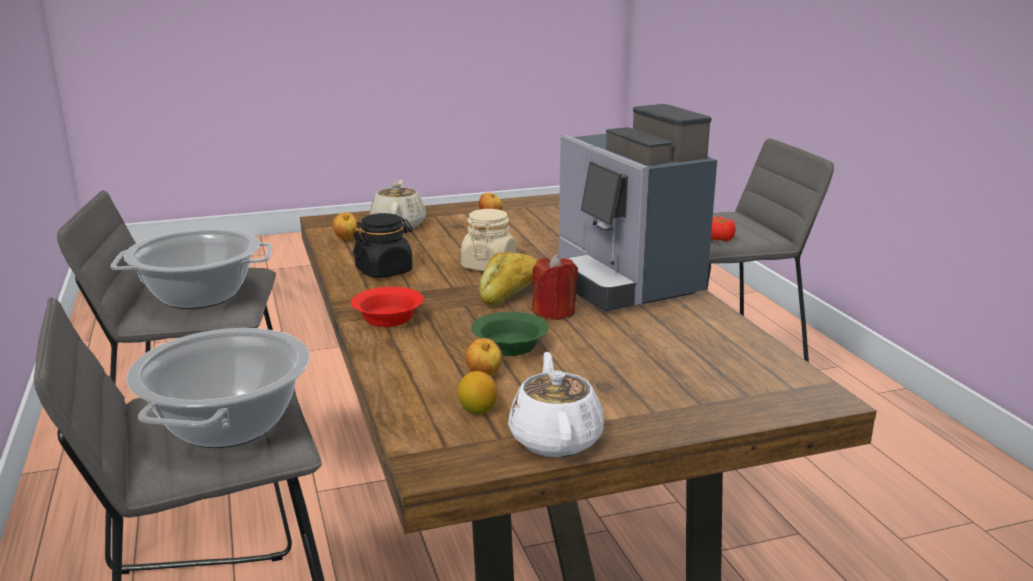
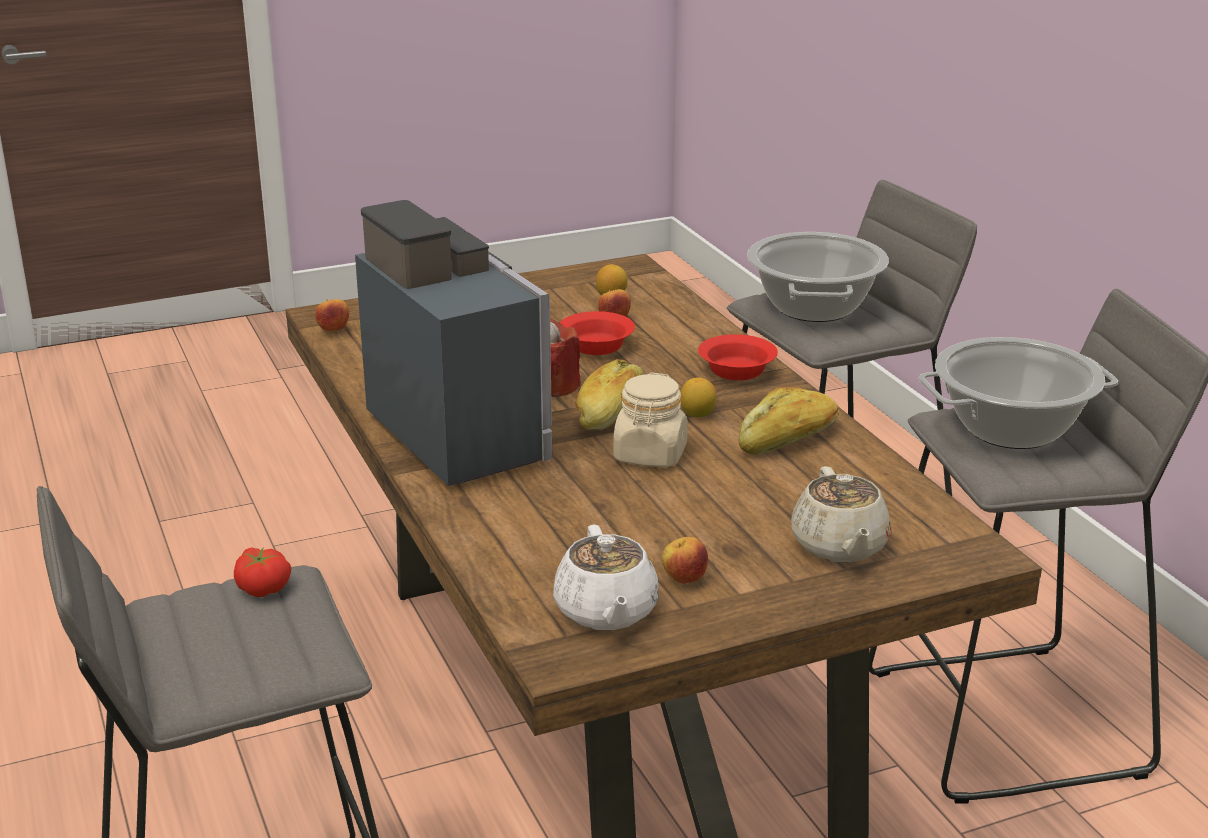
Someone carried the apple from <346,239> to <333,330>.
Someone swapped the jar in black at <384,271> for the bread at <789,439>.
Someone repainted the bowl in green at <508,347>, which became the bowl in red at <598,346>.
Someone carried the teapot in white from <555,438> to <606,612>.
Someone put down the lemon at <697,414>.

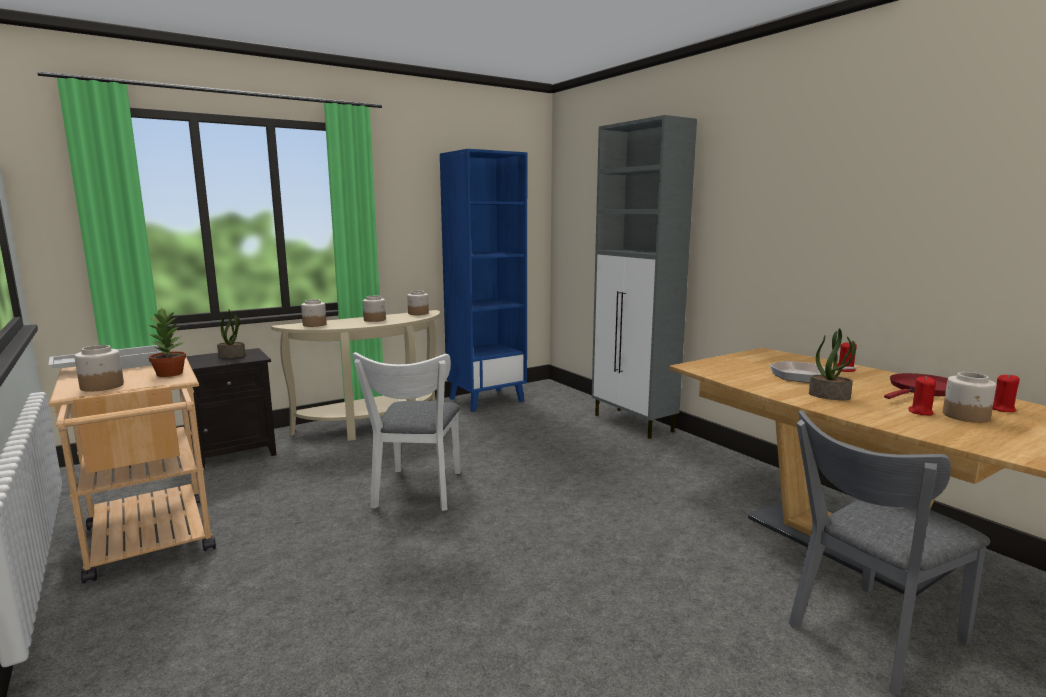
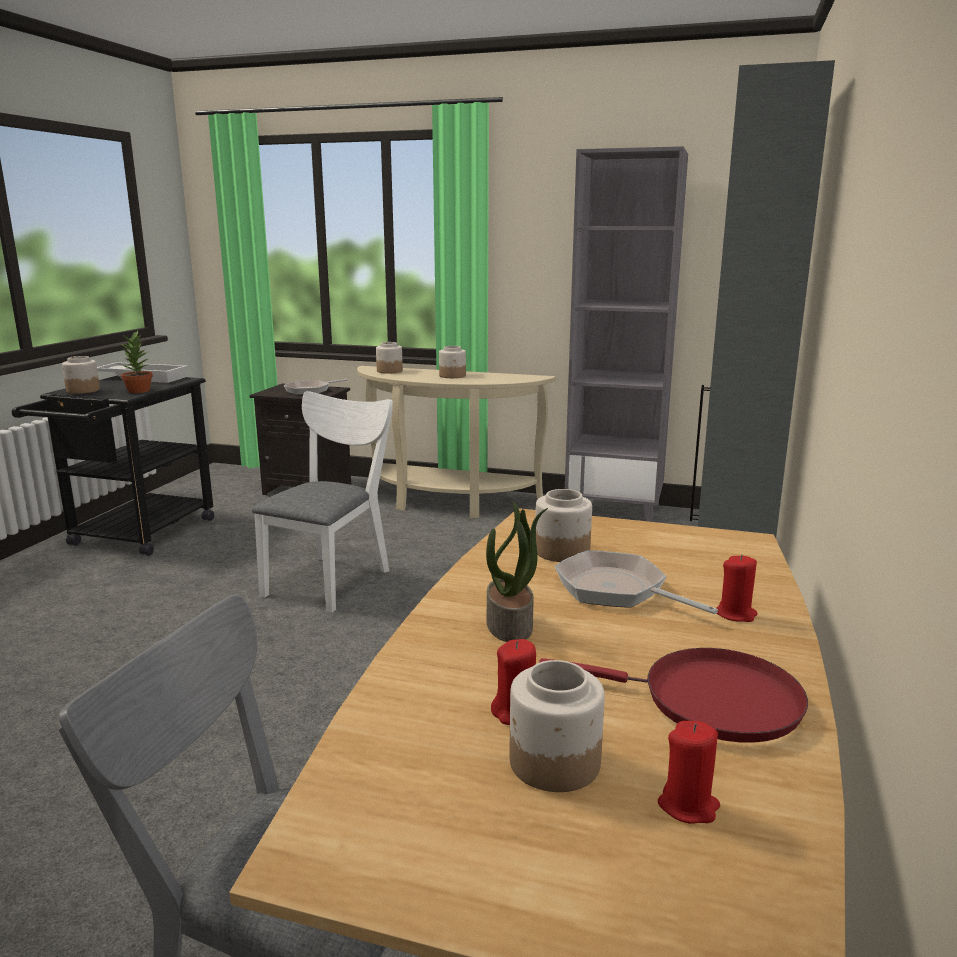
Someone repainted the cart in beige at <151,544>, which became the cart in black at <136,536>.
Someone swapped the potted plant at <232,356> for the frying pan at <310,390>.
Someone rotated the chair in white at <417,492> by 150 degrees clockwise.
Someone carried the jar from <418,313> to <561,551>.
Someone repainted the bookcase in blue at <486,399>, which became the bookcase in grey at <615,514>.

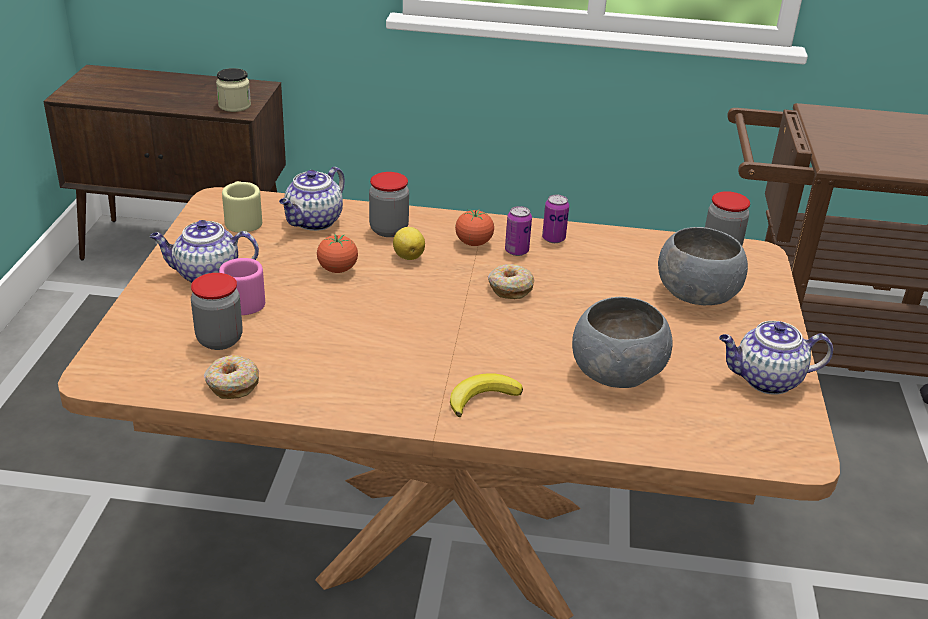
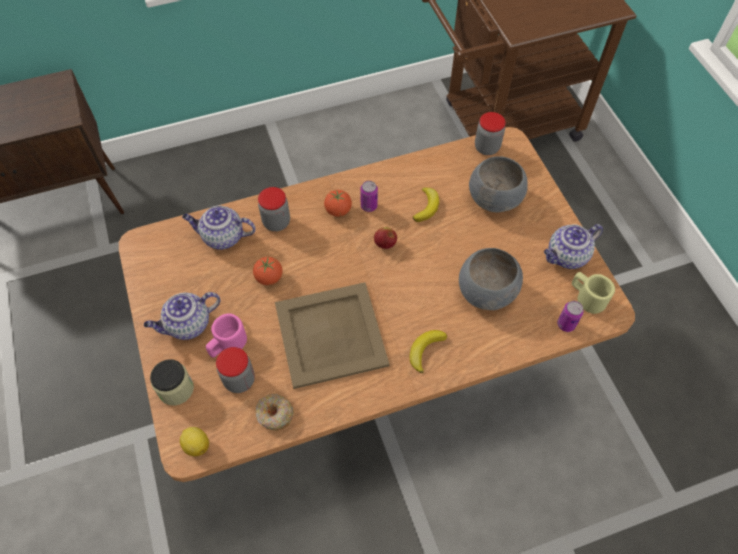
Someone carried the jar from <234,106> to <176,389>.
Someone carried the mug in beige from <242,220> to <587,297>.
Someone rotated the teapot at <314,222> by 90 degrees clockwise.
Someone carried the lemon from <408,256> to <196,445>.
Someone swapped the donut at <510,288> for the apple at <385,244>.
Someone carried the can from <553,238> to <566,324>.
Someone put down the tray in beige at <330,335>.
Someone put down the banana at <426,206>.

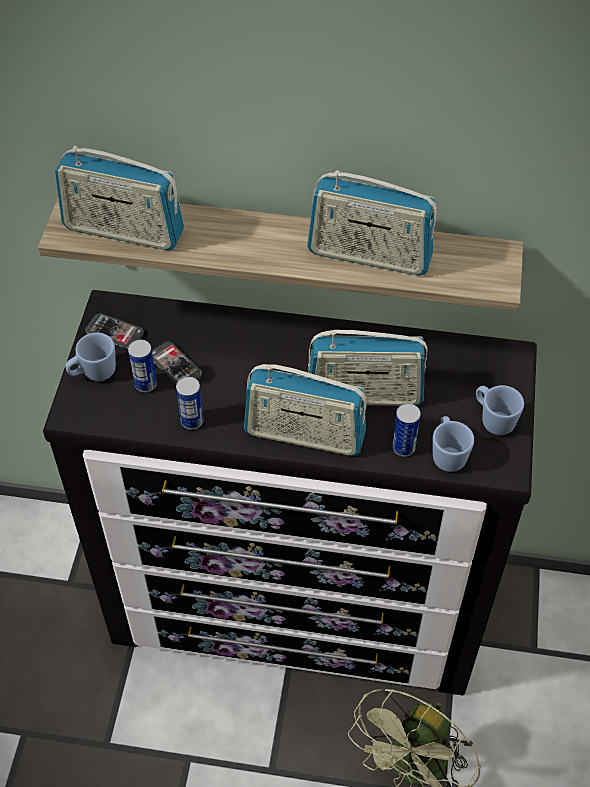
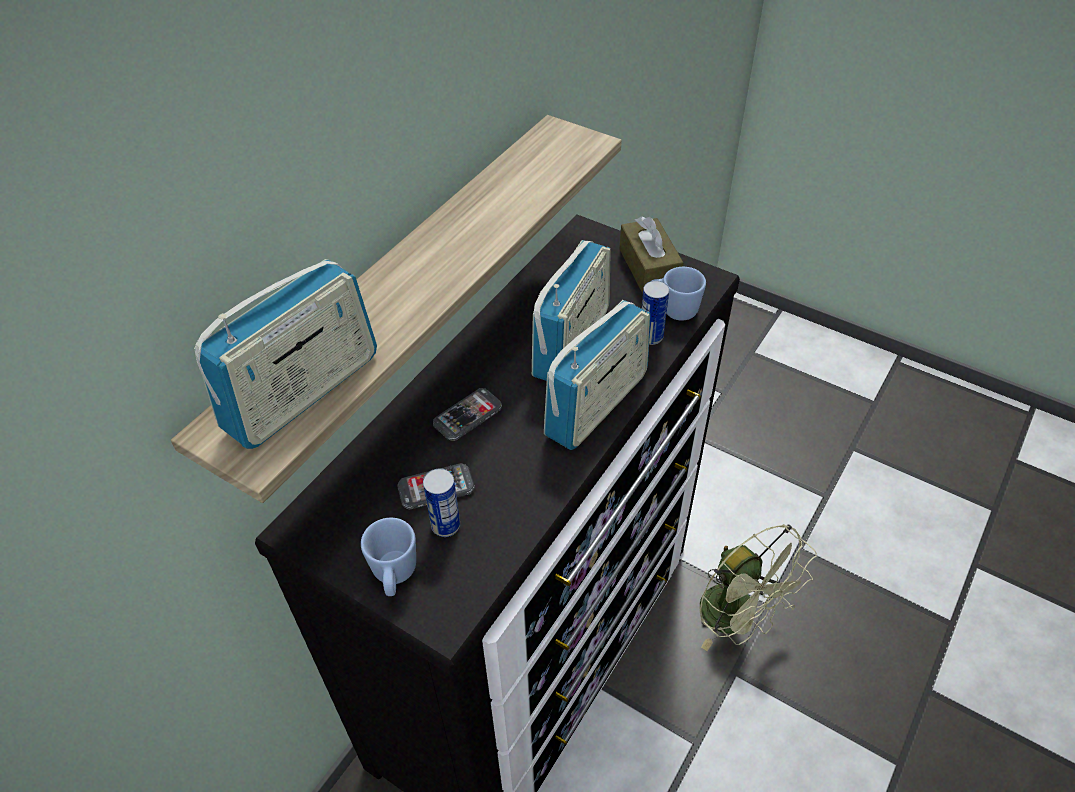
Someone carried the phone from <114,332> to <468,416>.
Someone took away the can at <192,421>.
Someone took away the radio at <369,255>.
Someone swapped the mug in blue at <493,419> for the tissue box in brown at <649,268>.

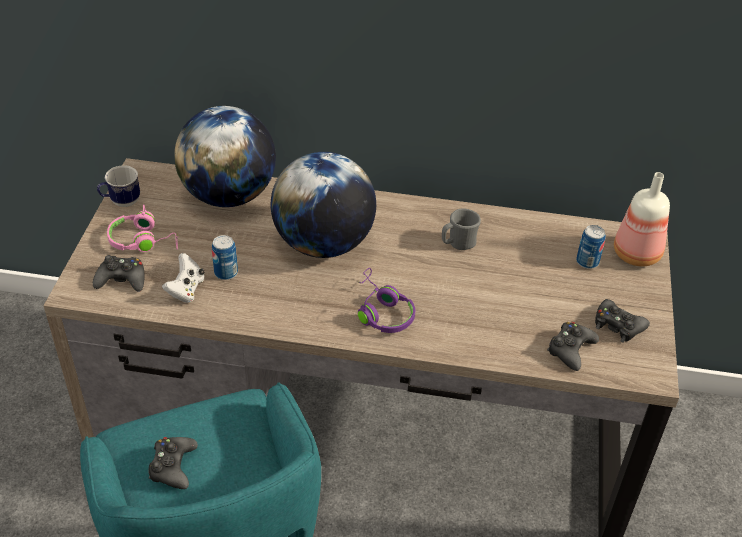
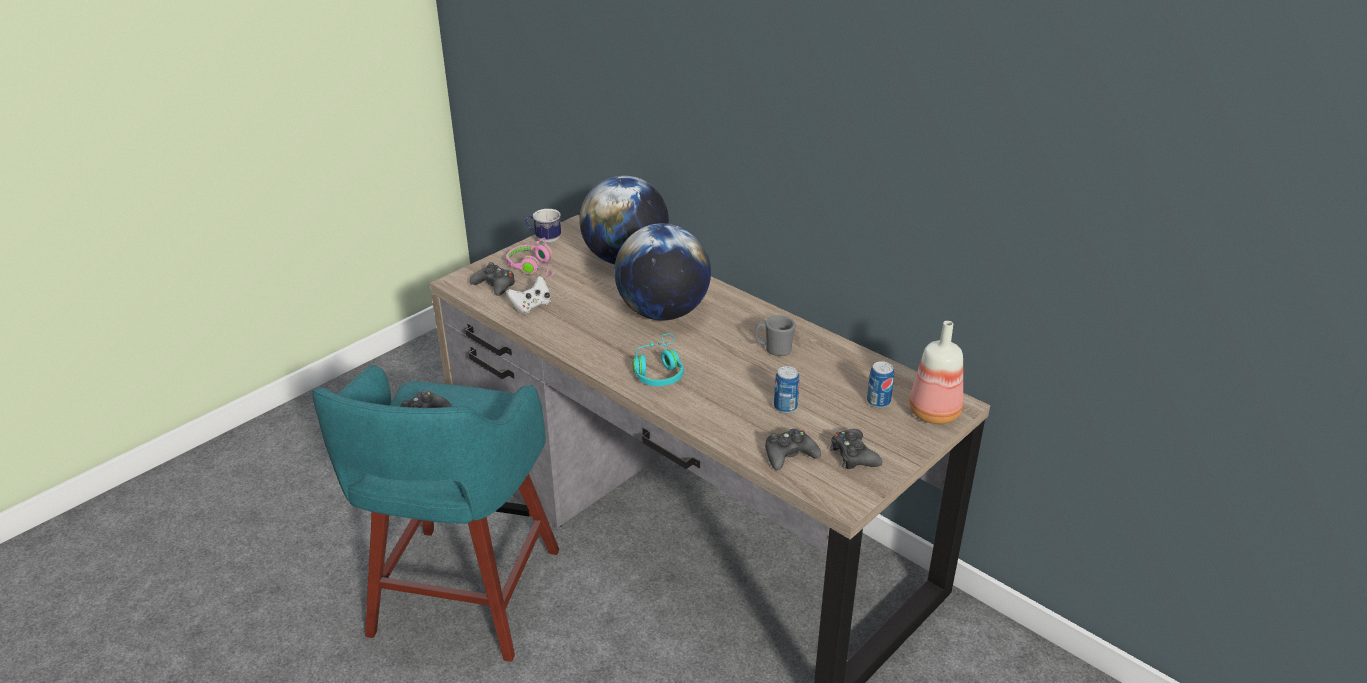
Someone carried the can from <226,273> to <785,407>.
Someone repainted the headphones in purple at <381,311>, which became the headphones in turquoise at <659,371>.

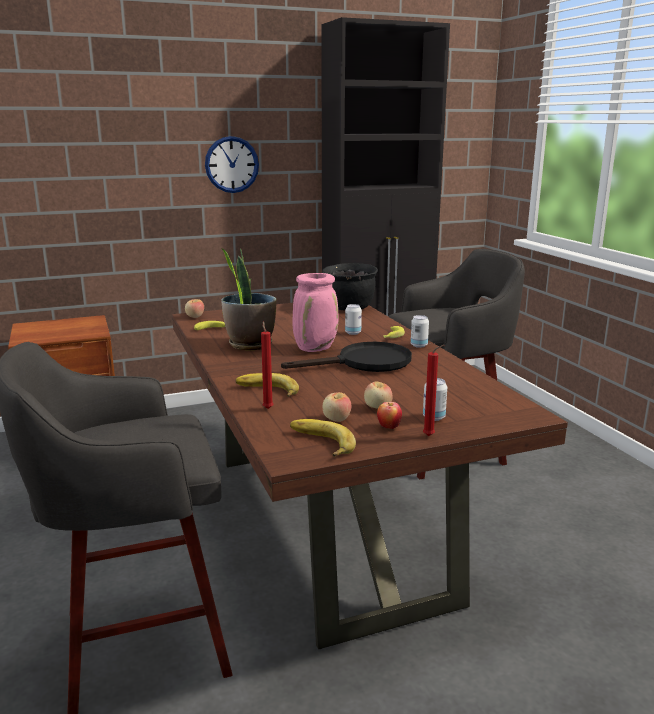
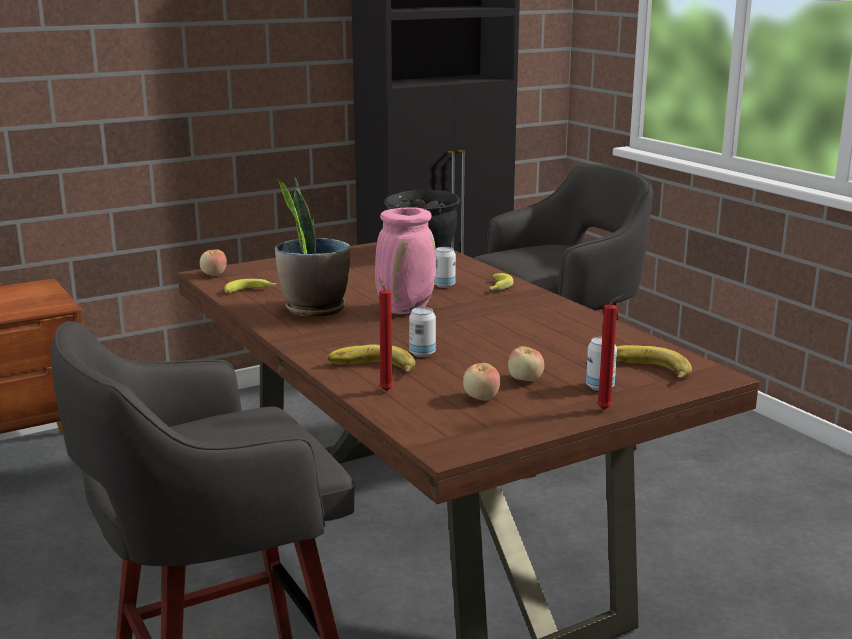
Someone took away the wall clock at <231,164>.
Someone took away the frying pan in black at <365,363>.
Someone carried the banana from <319,443> to <646,370>.
Someone took away the apple at <388,427>.
Someone carried the can from <419,345> to <422,353>.

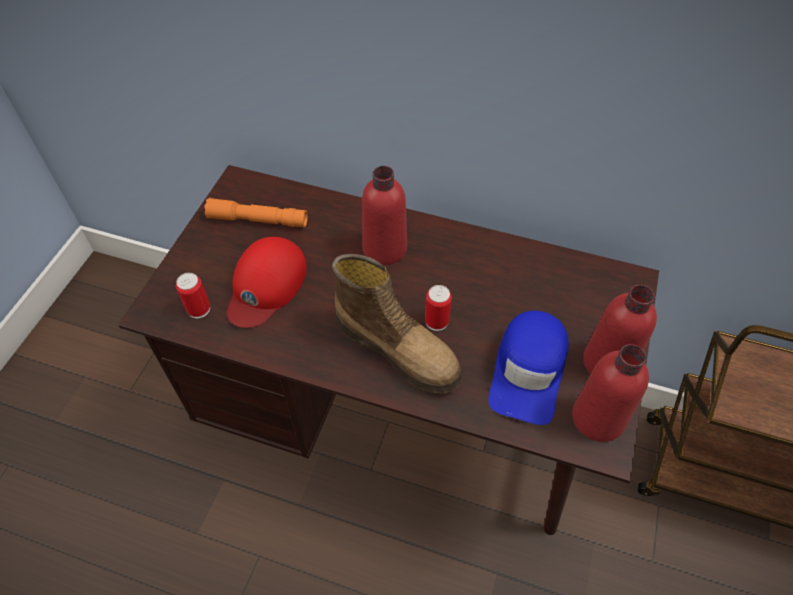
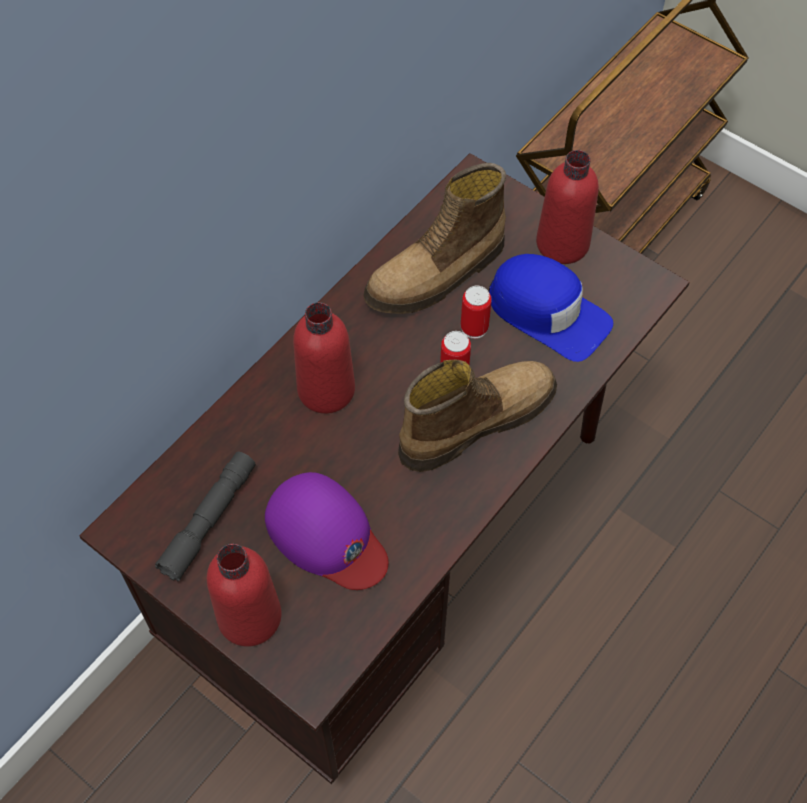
Someone carried the can from <198,309> to <474,327>.
Someone repainted the flashlight in orange at <258,220>, which became the flashlight in grey at <209,520>.
Someone repainted the cap in red at <266,285>, which became the cap in purple at <326,535>.
Someone carried the bottle in red from <598,418> to <249,617>.
Someone put down the boot at <437,275>.

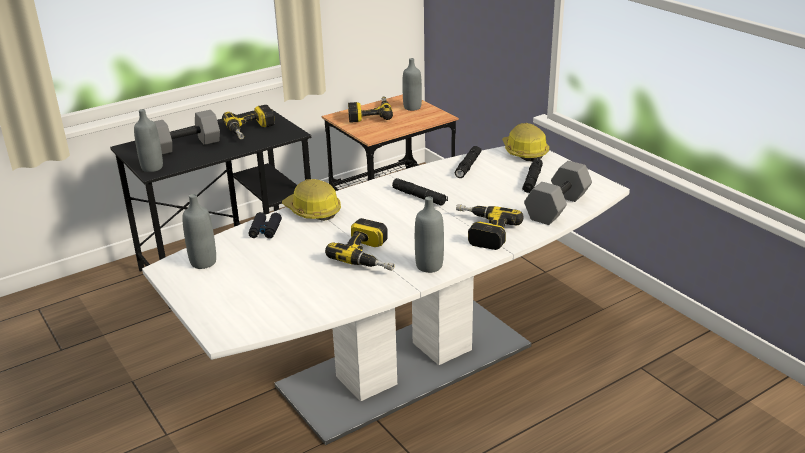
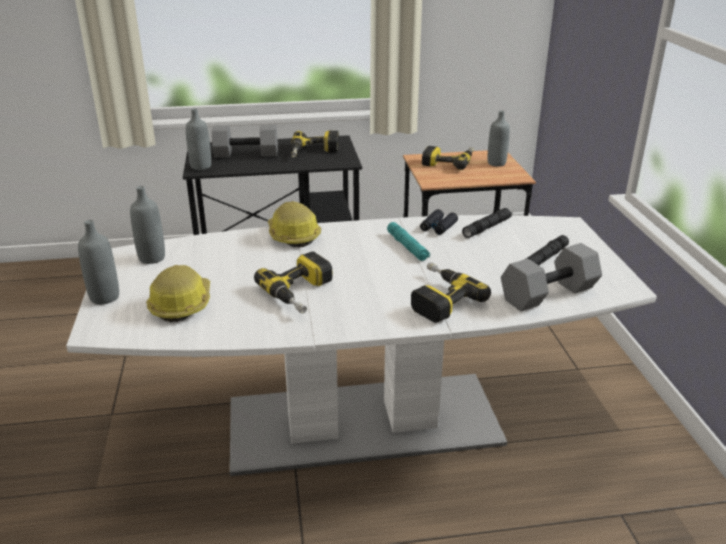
Someone carried the binoculars in black from <265,230> to <438,227>.
Someone repainted the flashlight in black at <419,197>, which became the flashlight in turquoise at <407,247>.
Someone carried the bottle in grey from <429,266> to <104,297>.
Someone carried the hard hat from <524,152> to <181,304>.

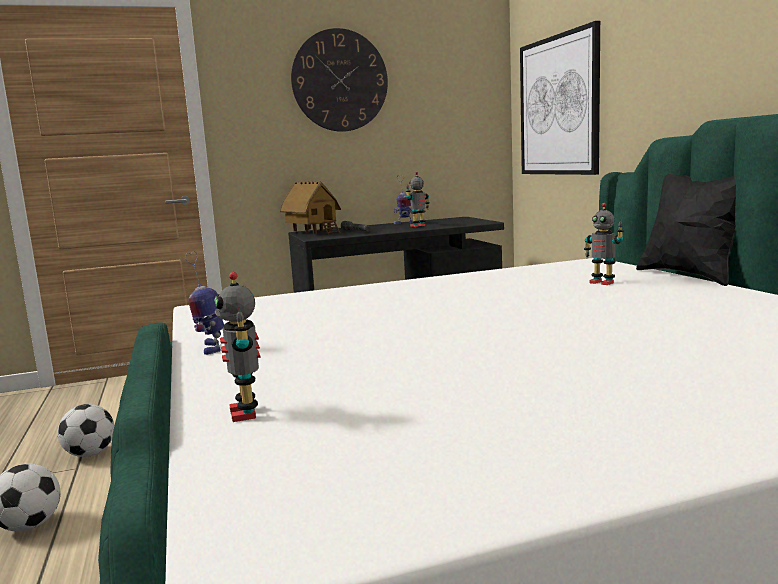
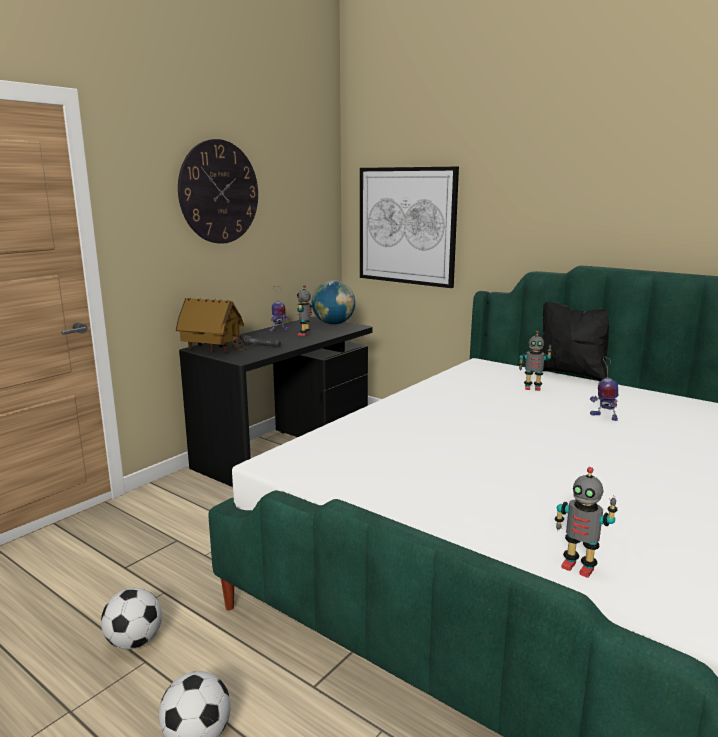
Someone carried the toy robot from <210,348> to <603,416>.
Someone put down the globe at <333,324>.

